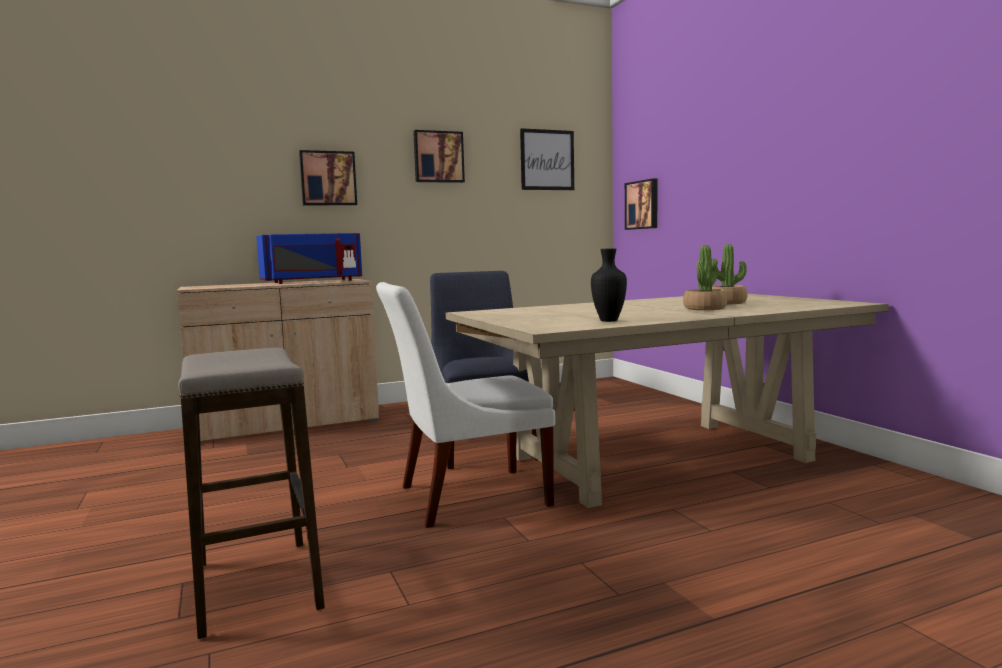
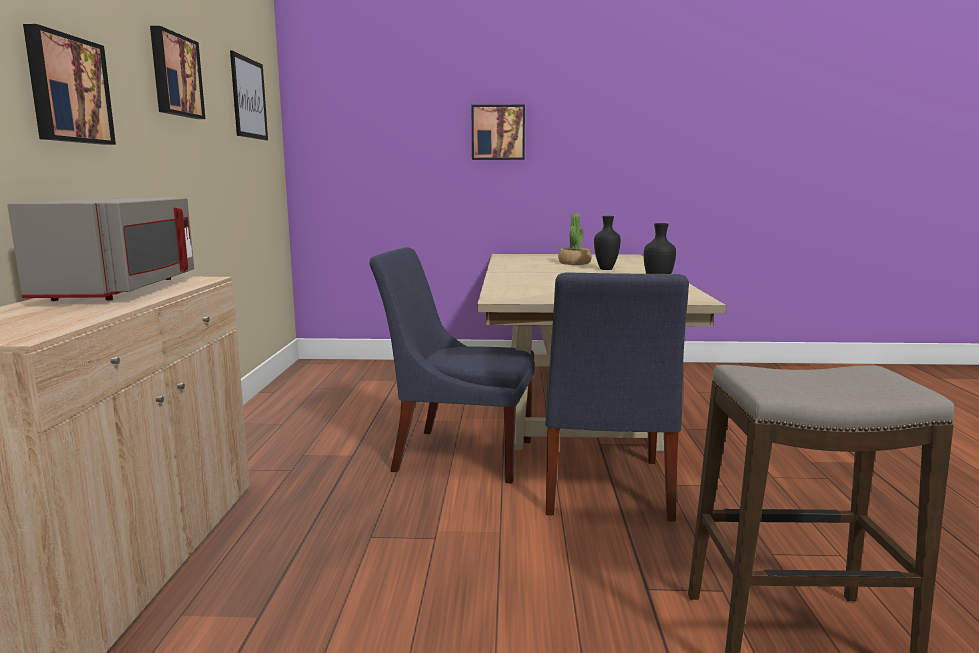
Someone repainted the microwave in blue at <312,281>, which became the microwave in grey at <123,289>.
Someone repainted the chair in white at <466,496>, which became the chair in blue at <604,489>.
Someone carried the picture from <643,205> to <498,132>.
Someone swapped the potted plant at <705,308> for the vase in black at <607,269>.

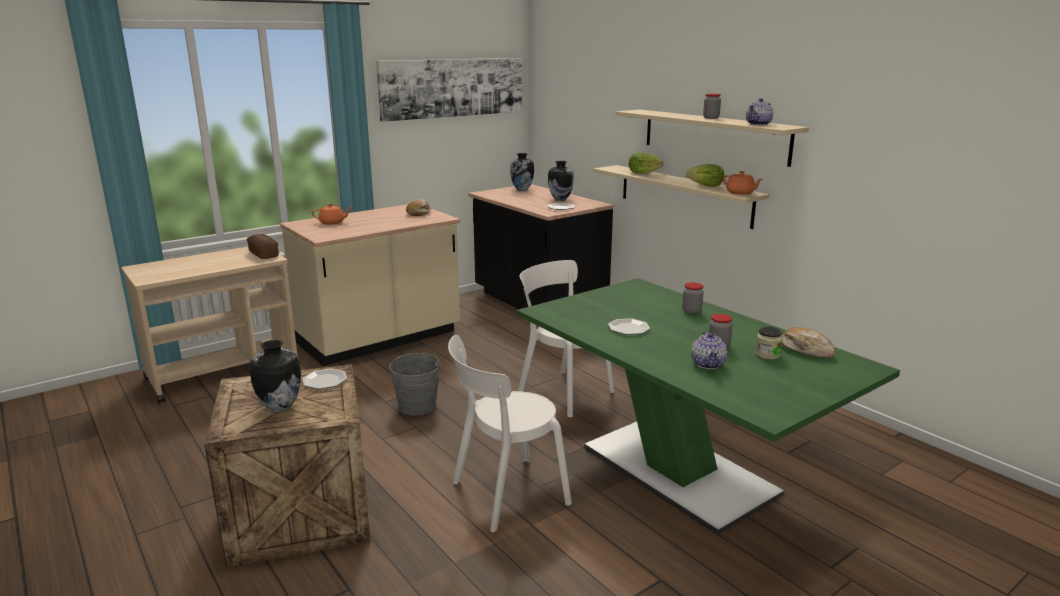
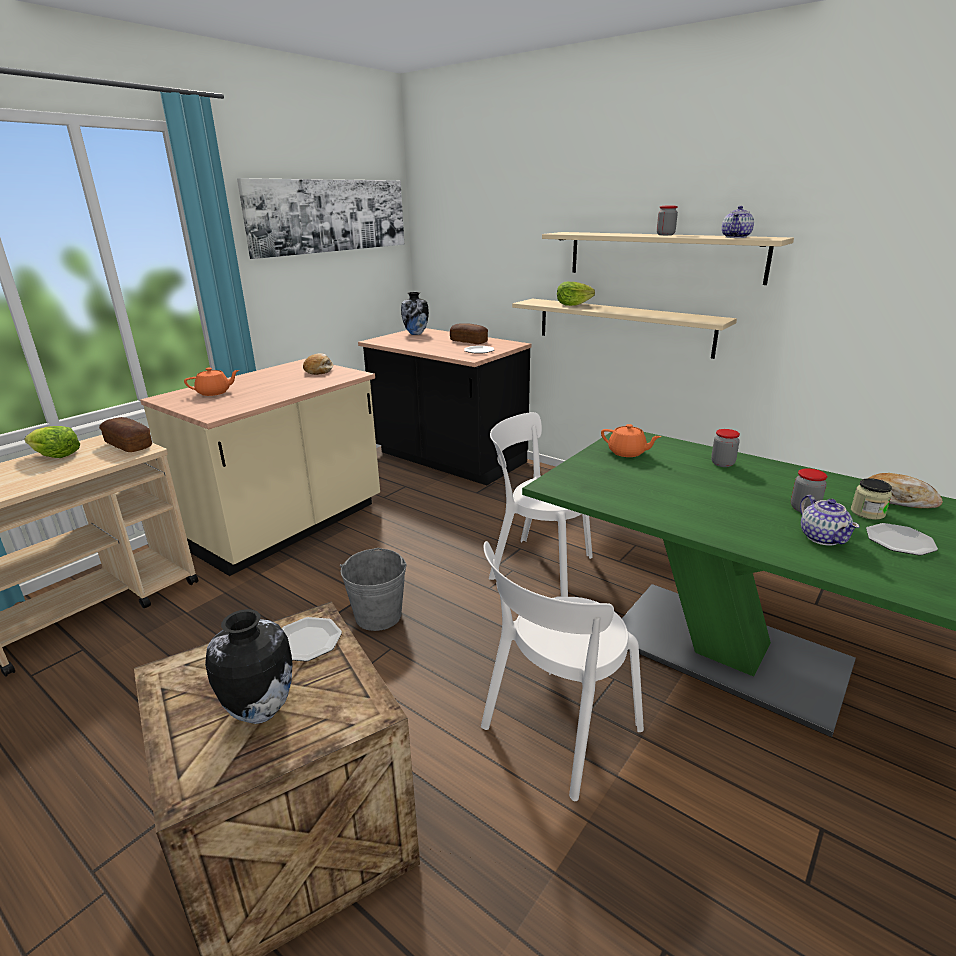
Someone swapped the vase at <560,199> for the bread at <468,341>.
Someone carried the plate from <629,328> to <899,541>.
Someone carried the lettuce from <705,186> to <56,455>.
Someone carried the teapot in orange from <740,193> to <627,453>.

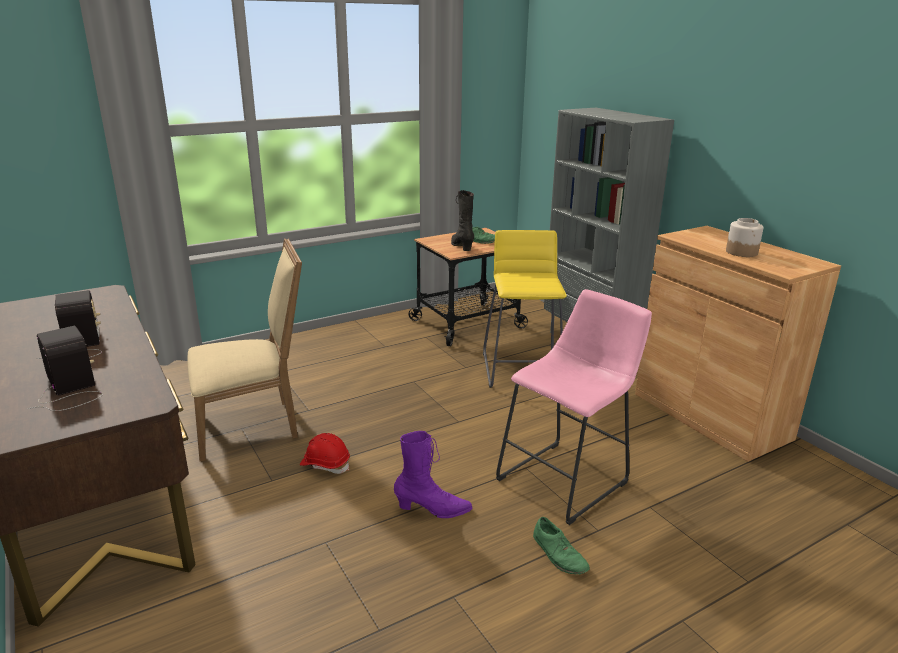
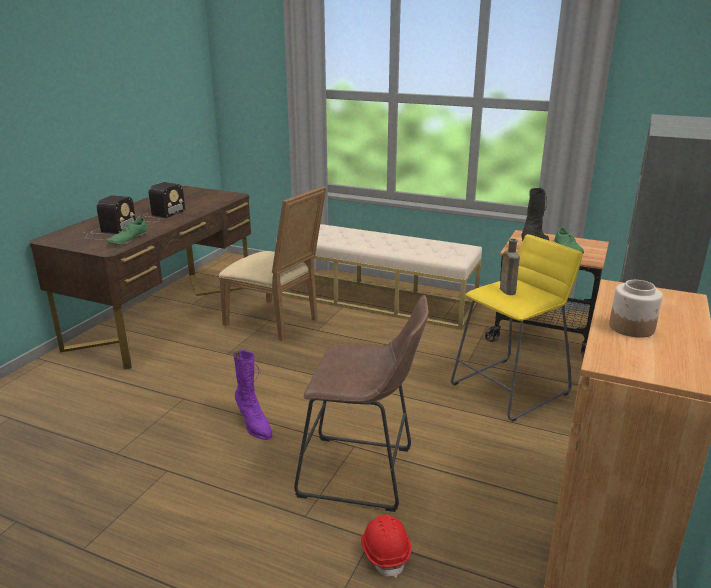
Someone carried the hard hat in red from <325,464> to <385,552>.
Someone repainted the stool in pink at <567,478>, which became the stool in brown at <363,474>.
Someone carried the shoe in green from <559,554> to <128,239>.
Someone put down the bench in beige at <376,299>.
Someone put down the bottle in brown at <506,290>.

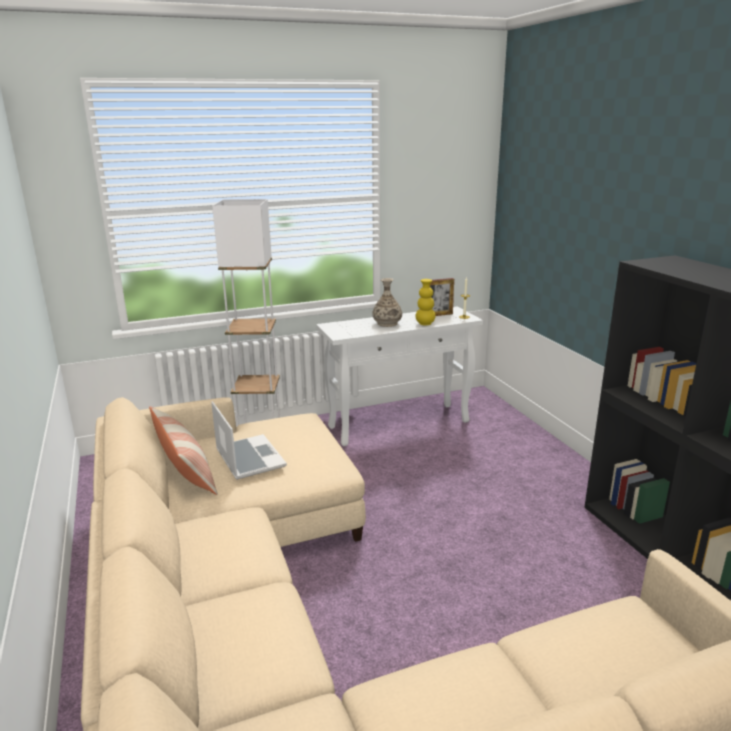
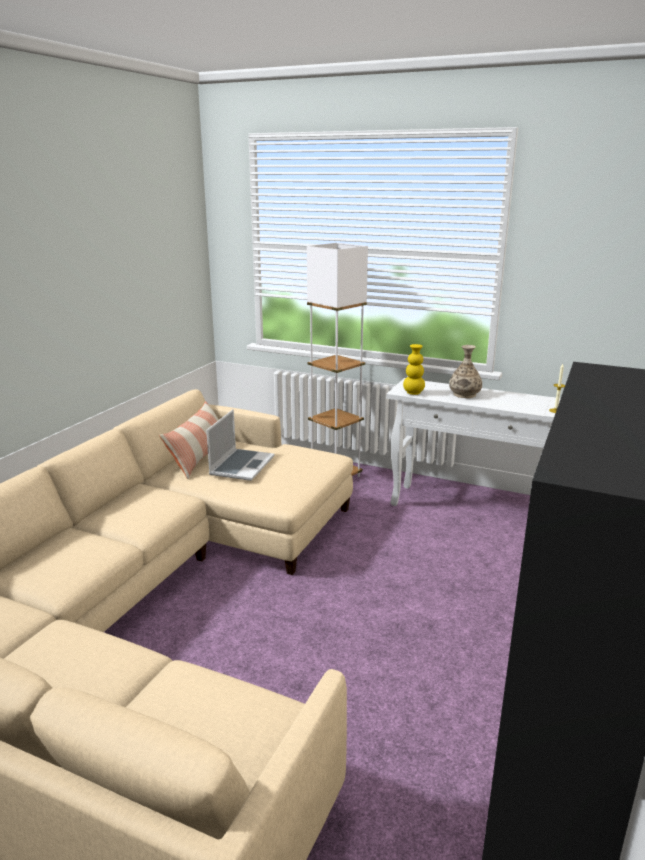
Someone carried the vase in yellow from <425,324> to <413,393>.
Someone took away the picture frame at <438,315>.

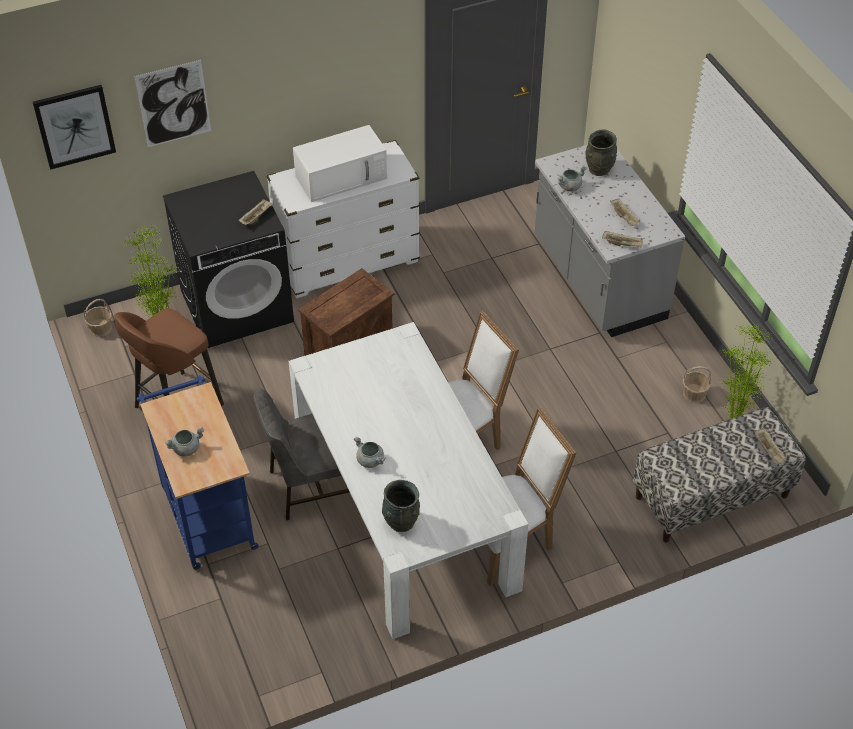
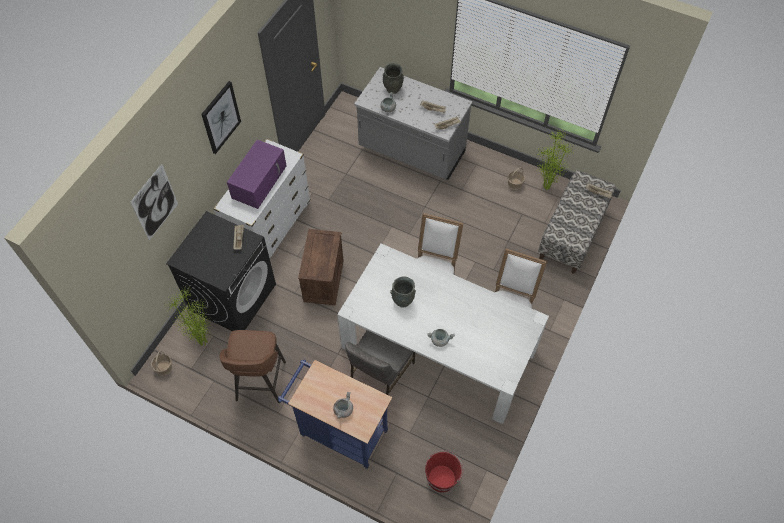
Someone carried the picture from <74,126> to <220,117>.
Someone repainted the microwave in white at <342,176>, which became the microwave in purple at <259,181>.
Someone carried the vase in grey from <400,522> to <402,301>.
Someone put down the bucket in red at <442,477>.

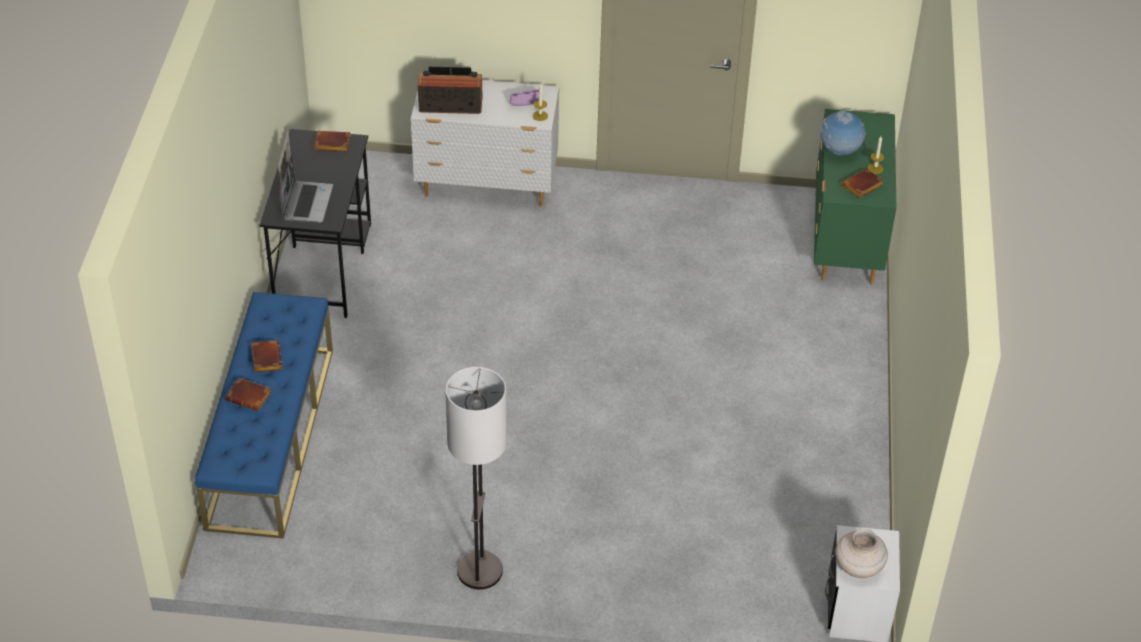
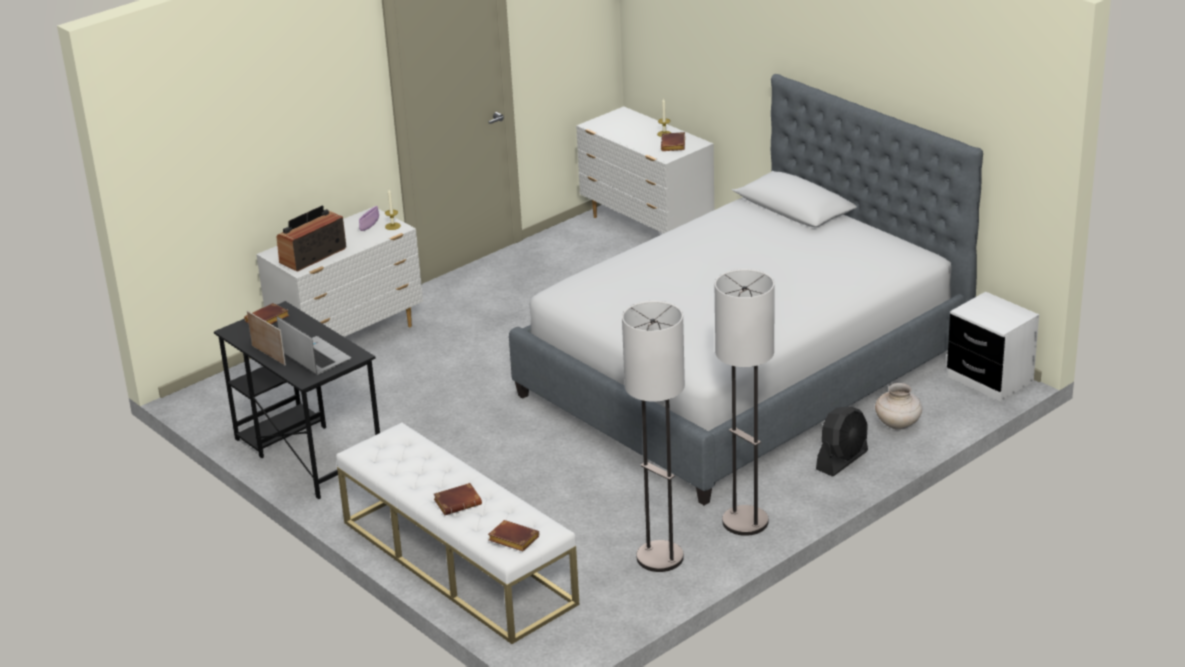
Someone repainted the bench in blue at <270,436>, which became the bench in white at <457,562>.
Someone carried the book in brown from <265,358> to <512,540>.
Someone repainted the dresser in green at <845,241>, which became the dresser in white at <647,228>.
Someone took away the globe at <839,152>.
Someone carried the vase in beige from <858,567> to <898,424>.
Someone put down the bed at <744,374>.
Someone put down the floor lamp at <660,557>.
Someone put down the fan in black at <842,460>.

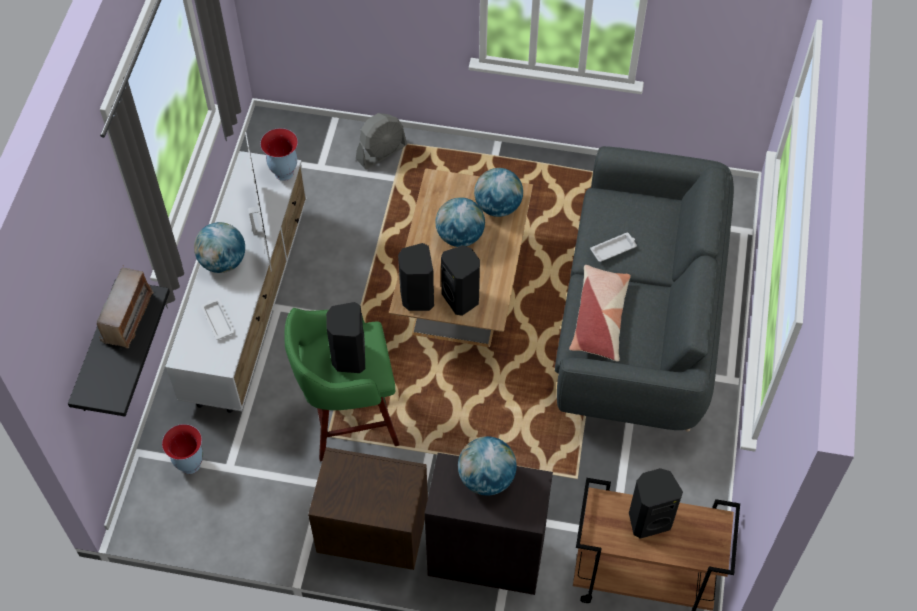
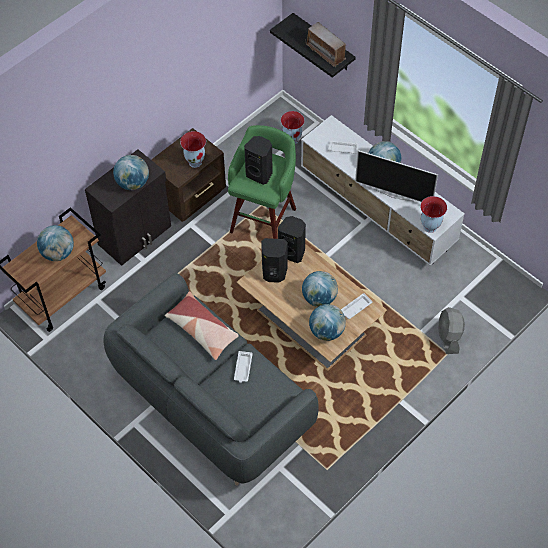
Someone swapped the speaker in black at <649,519> for the globe at <58,253>.
Someone put down the vase at <195,162>.
Someone put down the tray in white at <355,308>.

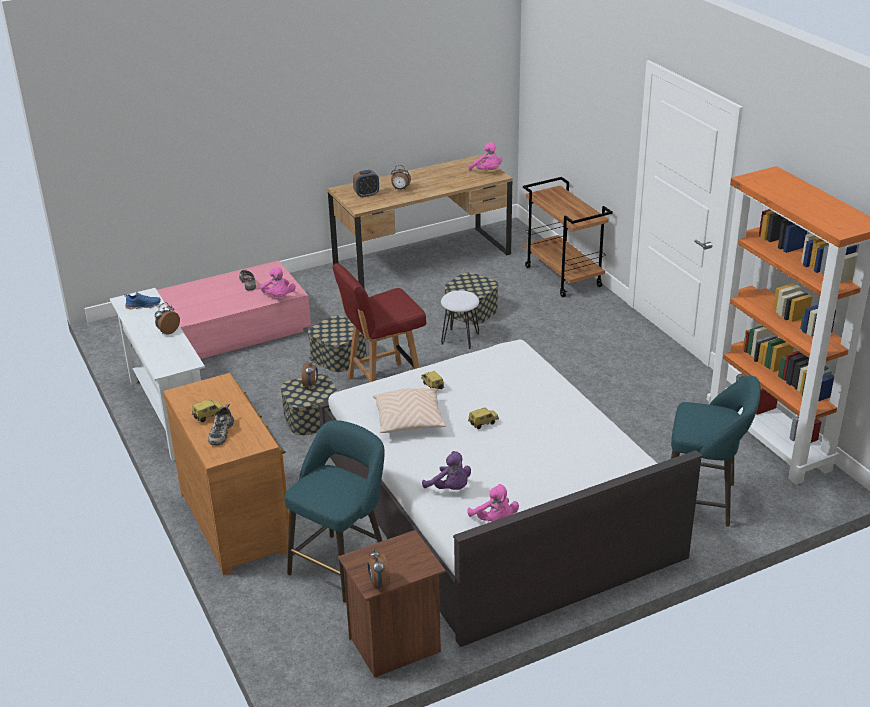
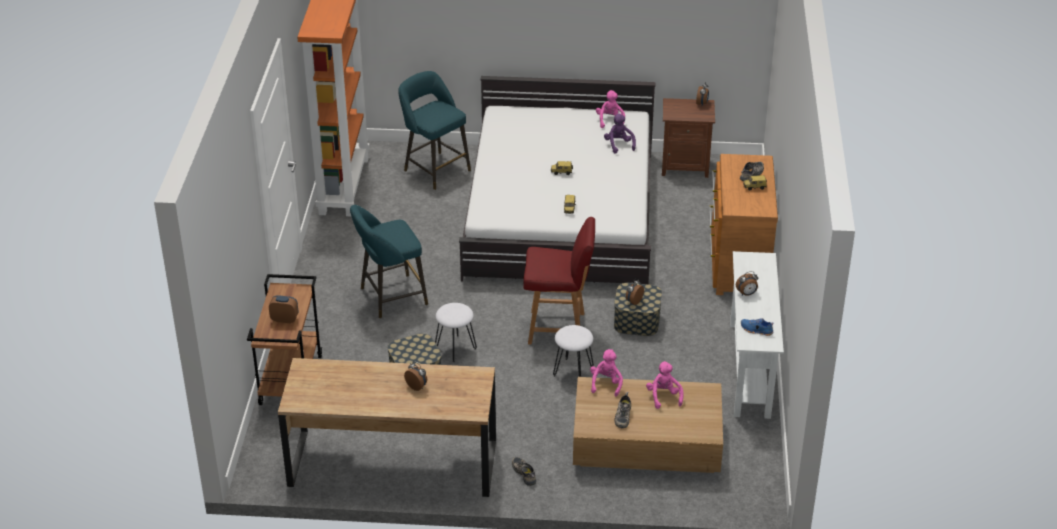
Someone repainted the coffee table in pink at <233,330>, which became the coffee table in brown at <647,443>.
Someone carried the stool in turquoise from <342,565> to <390,298>.
Someone swapped the storage box at <338,356> for the stool in white at <573,371>.
Someone carried the alarm clock from <366,194> to <284,319>.
Someone took away the pillow in beige at <409,421>.
Someone carried the plush toy in pink from <487,171> to <663,396>.
Someone put down the shoe at <525,473>.

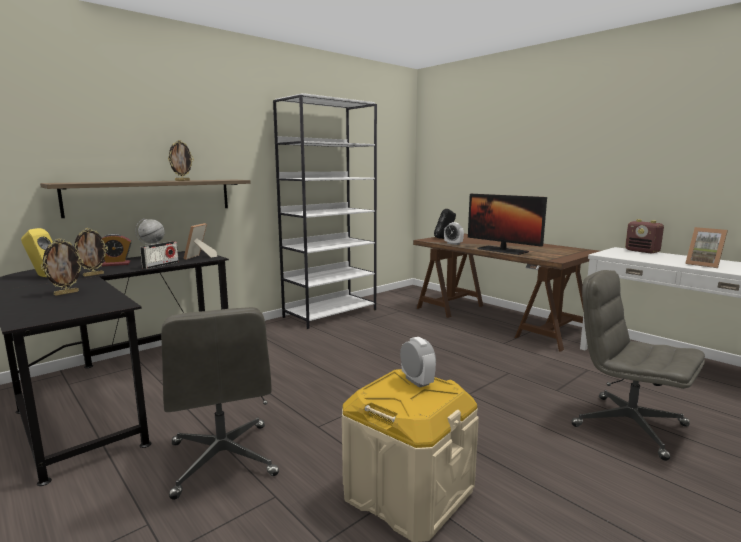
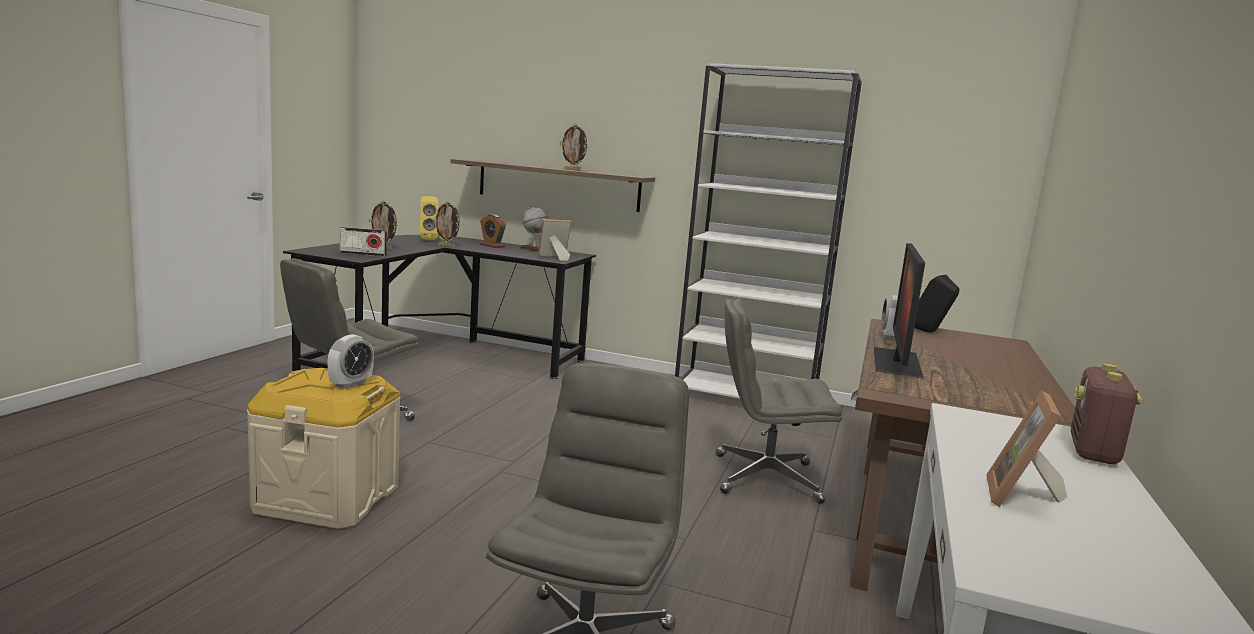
Someone carried the radio from <161,265> to <363,254>.
Someone put down the office chair in grey at <764,478>.

